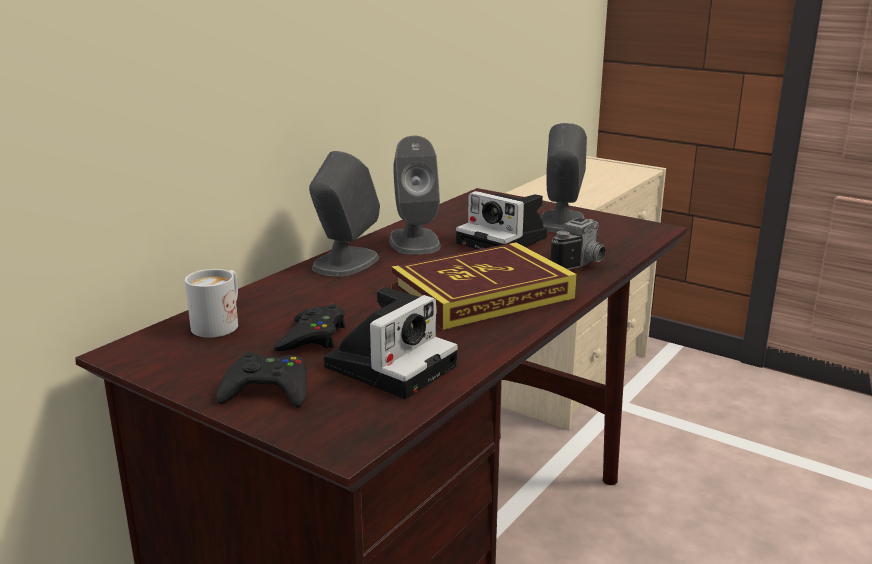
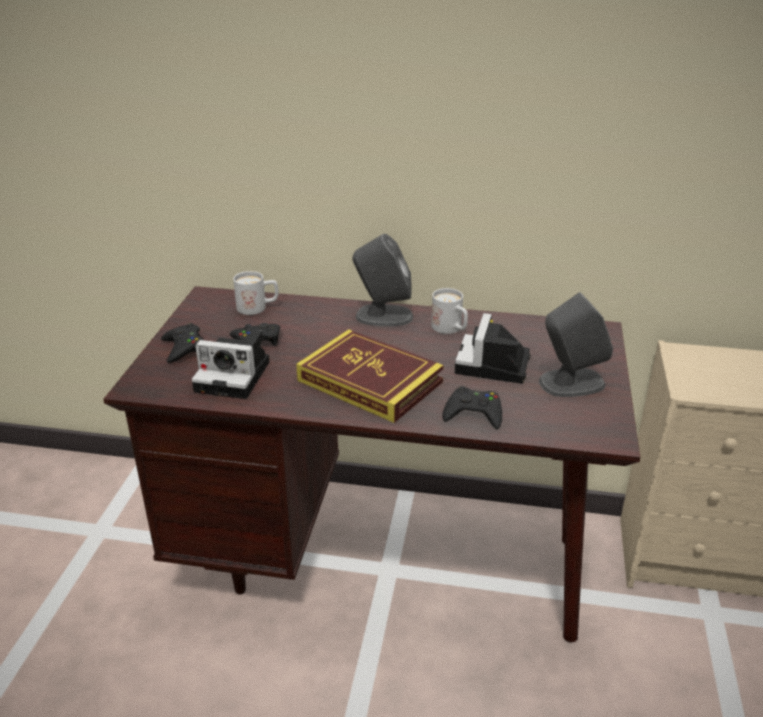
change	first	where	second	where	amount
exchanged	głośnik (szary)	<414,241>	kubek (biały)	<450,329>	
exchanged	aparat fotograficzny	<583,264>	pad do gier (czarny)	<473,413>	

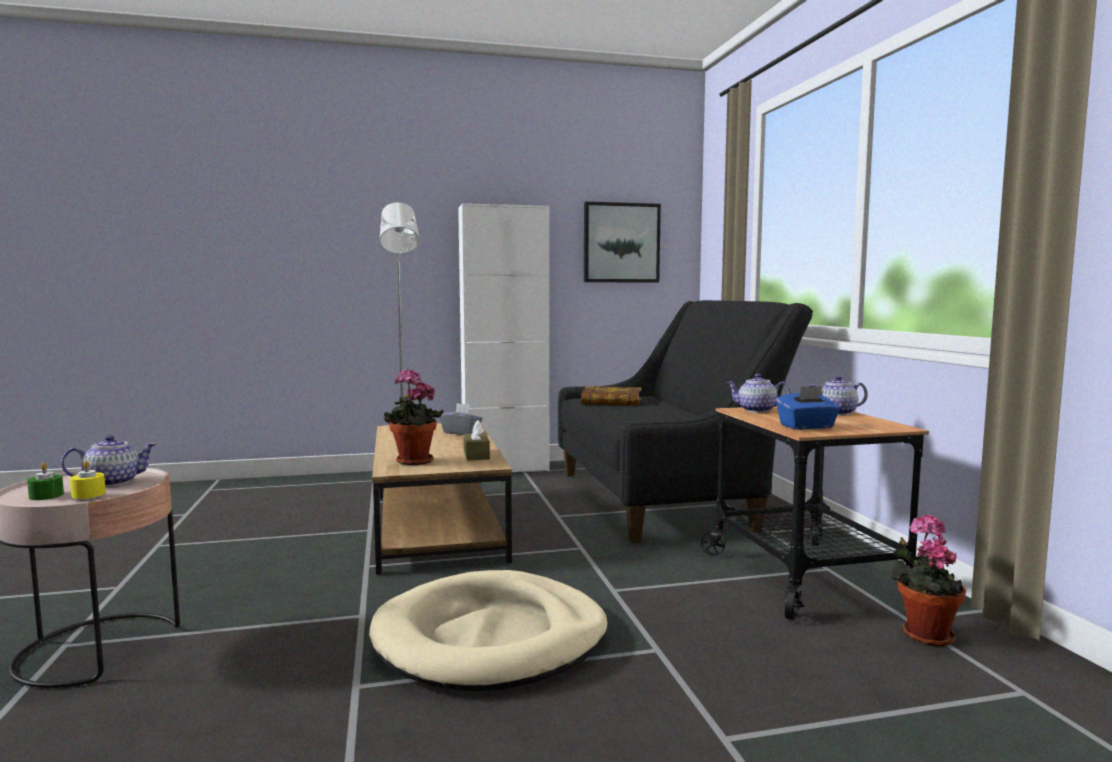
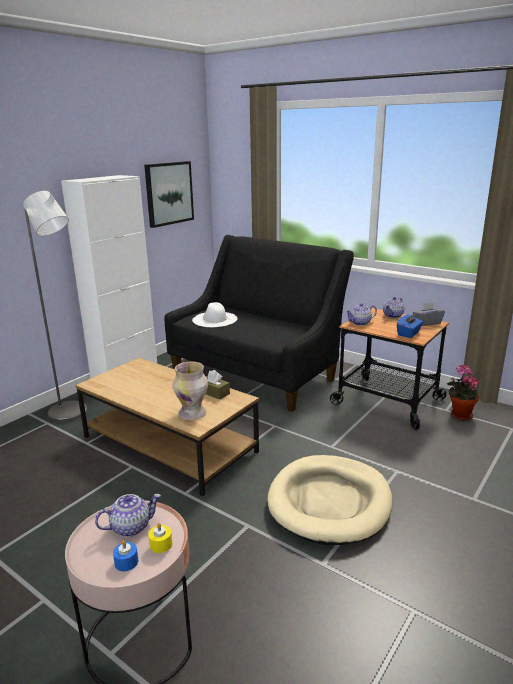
change	first	where	second	where	amount
relocated	pudełko chusteczek (szary)	<461,432>		<427,323>	
exchanged	roślina doniczkowa	<412,462>	wazon	<192,414>	
exchanged	książka	<611,402>	kapelusz (biały)	<214,319>	
colour	świeca (zielony)	<46,496>	świeca (niebieski)	<126,562>	
spun	imbryk	<113,482>		<131,527>	45 degrees clockwise

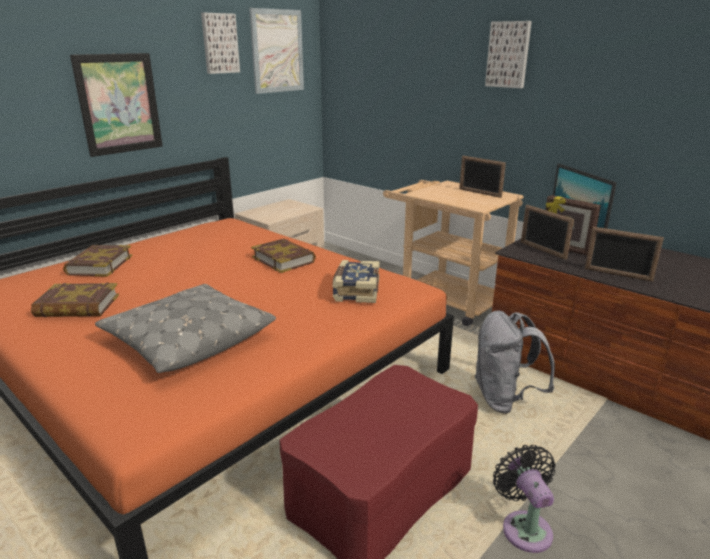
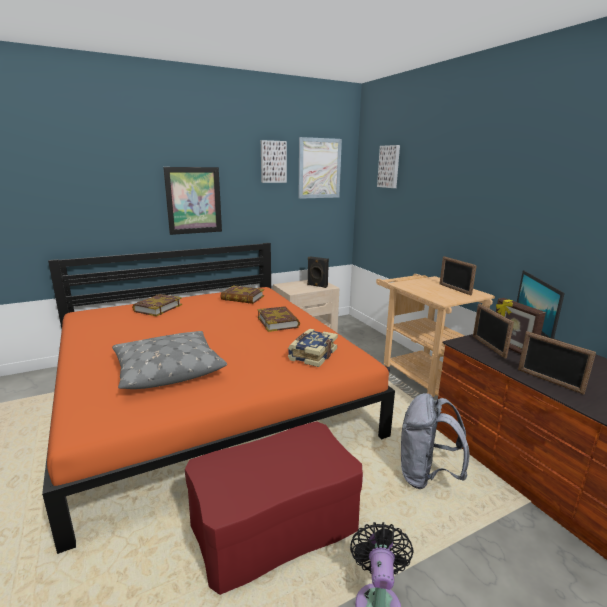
change	first	where	second	where	amount
appeared			głośnik (czarny)	<317,286>	
relocated	książka	<77,306>		<242,298>	
relocated	obraz	<508,54>		<389,166>	

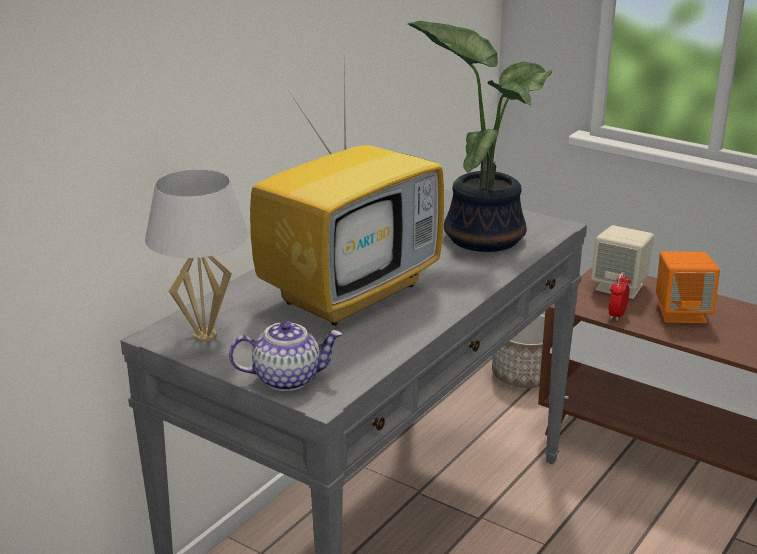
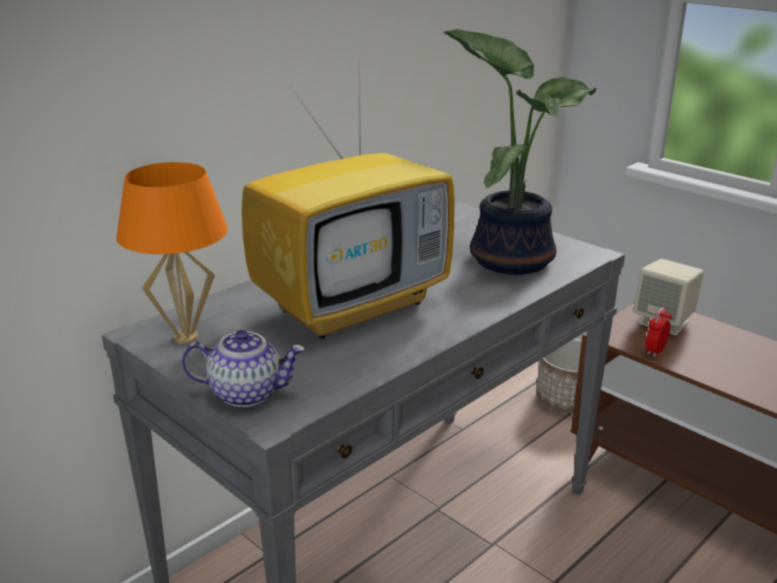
change	first	where	second	where	amount
missing	głośnik (pomarańczowy)	<682,313>			
colour	lampa stołowa (biały)	<204,336>	lampa stołowa (pomarańczowy)	<185,338>	

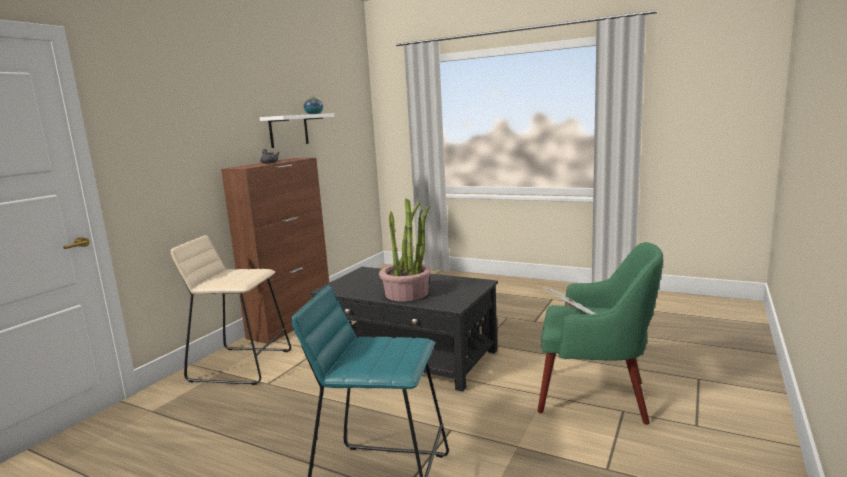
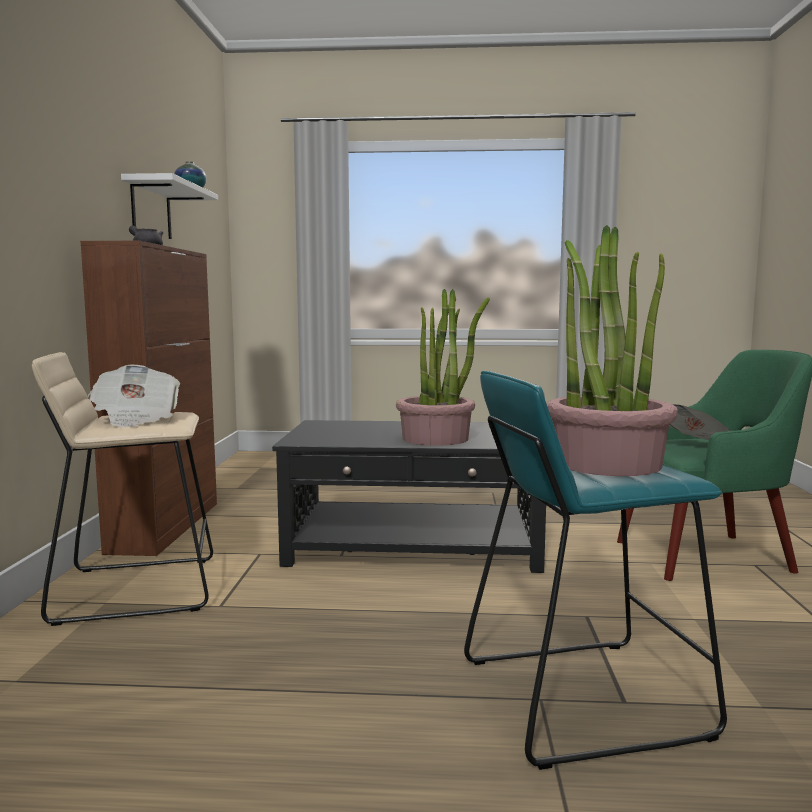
change	first	where	second	where	amount
appeared			gazeta	<136,419>	
appeared			roślina doniczkowa	<606,463>	

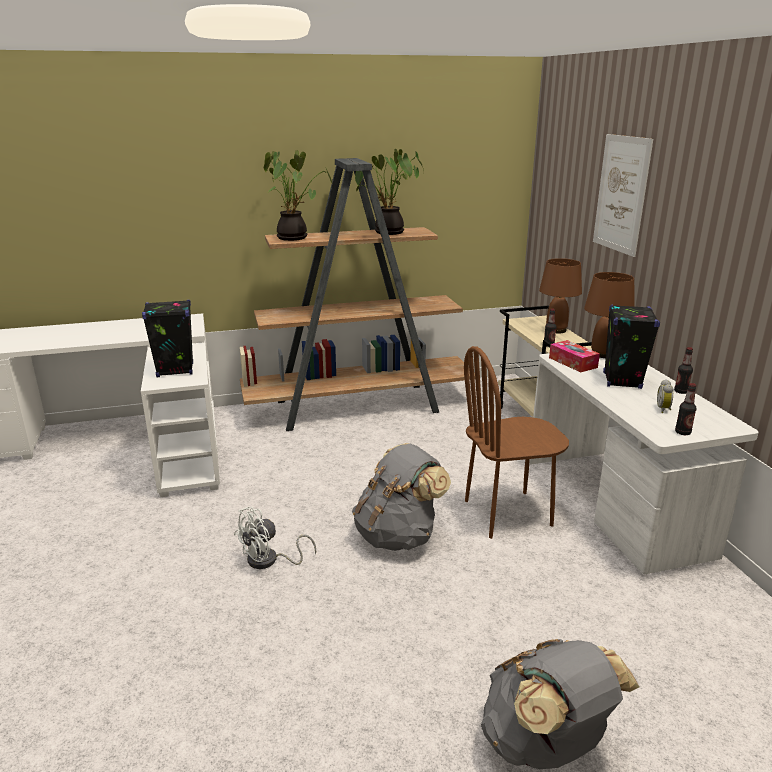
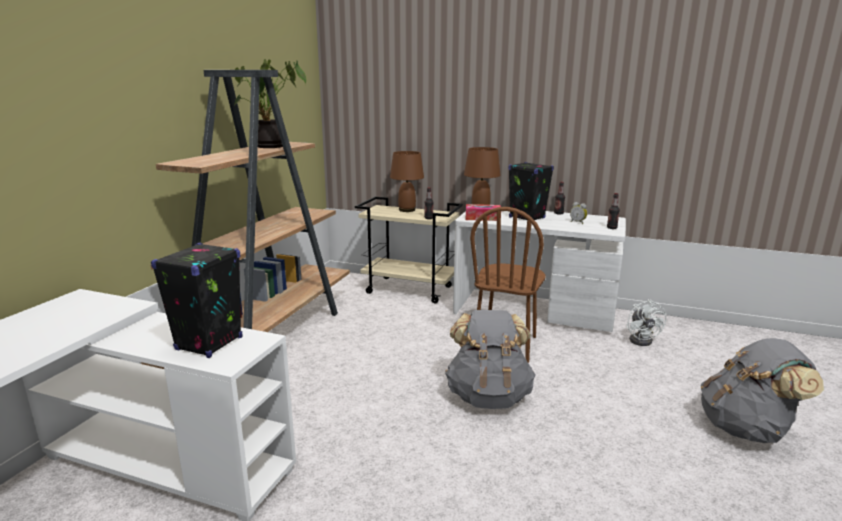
change	first	where	second	where	amount
missing	roślina doniczkowa	<295,237>			
missing	obraz	<621,194>			
relocated	wentylator (biały)	<269,561>		<642,339>	

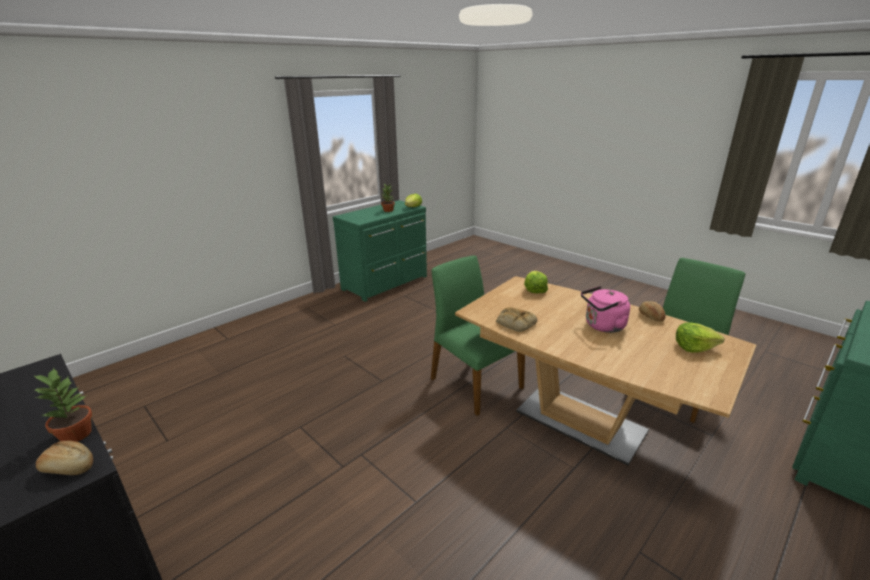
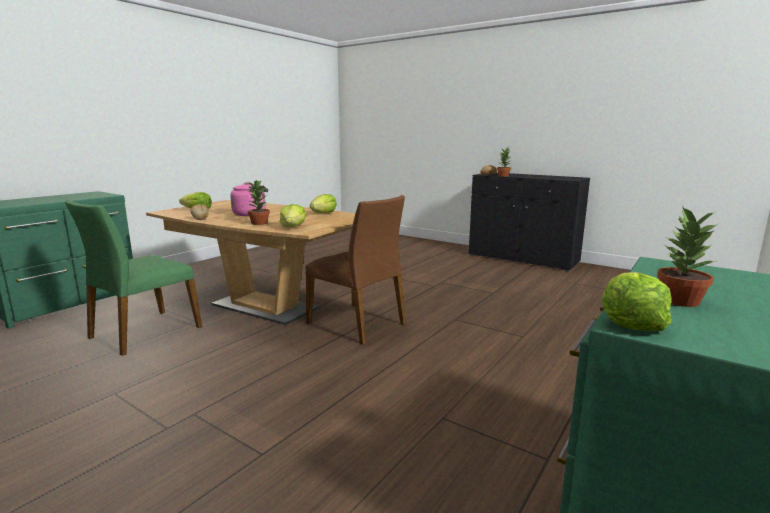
change	first	where	second	where	amount
appeared			roślina doniczkowa	<259,223>	
exchanged	chleb	<515,323>	sałata	<323,213>	
colour	krzesło (zielony)	<474,383>	krzesło (brązowy)	<357,323>	

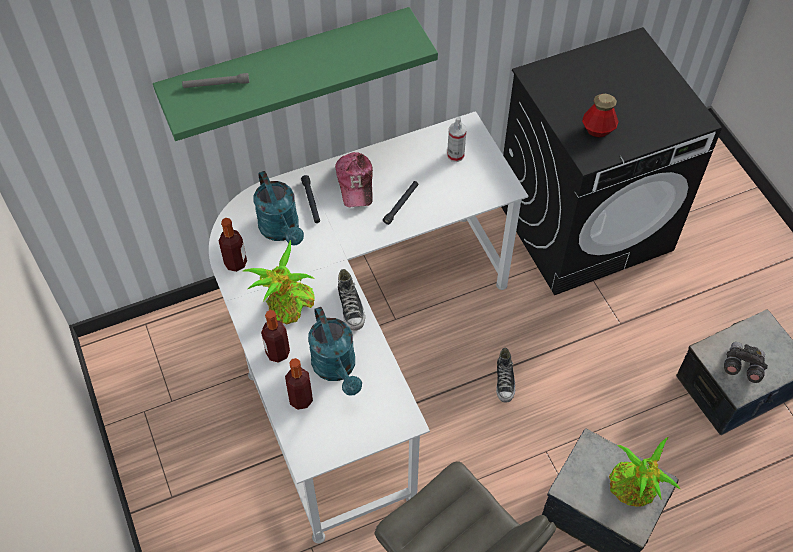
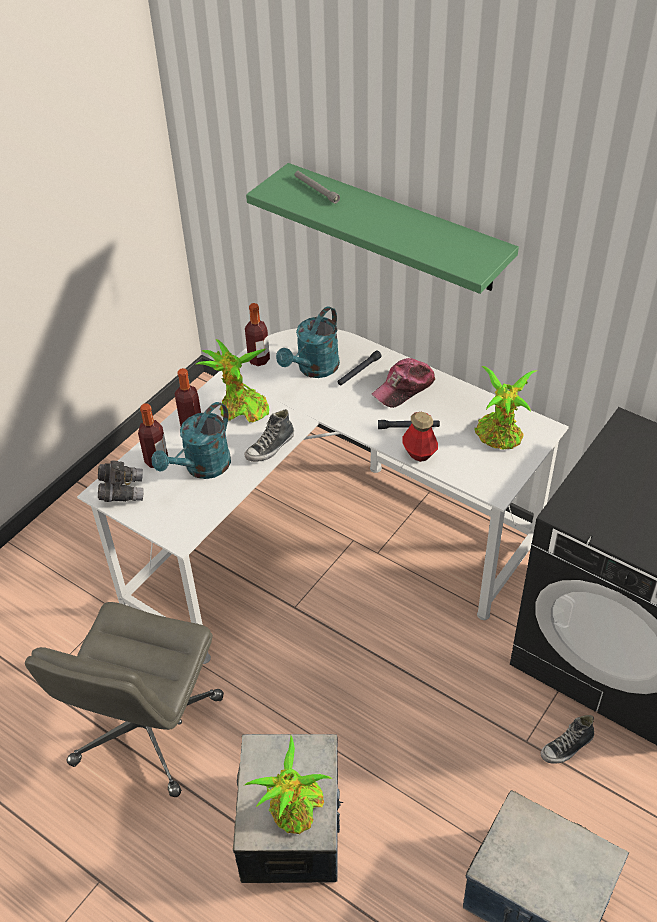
change	first	where	second	where	amount
relocated	but	<505,381>		<567,747>	
relocated	butelka	<598,130>		<419,453>	
relocated	lornetka (szary)	<742,367>		<122,491>	
exchanged	spryskiwacz	<455,155>	roślina doniczkowa	<500,437>	

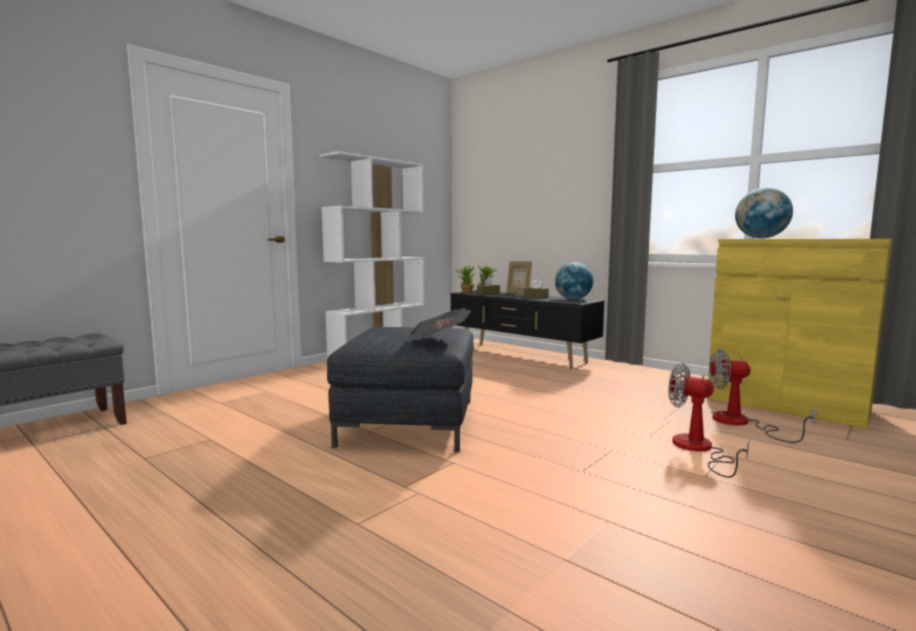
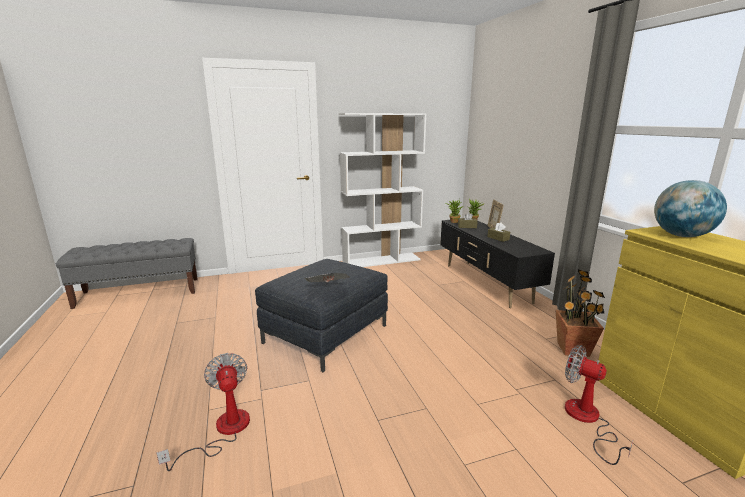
change	first	where	second	where	amount
missing	globus	<573,299>			
appeared			roślina doniczkowa	<573,349>	
relocated	wentylator	<698,449>		<223,431>	

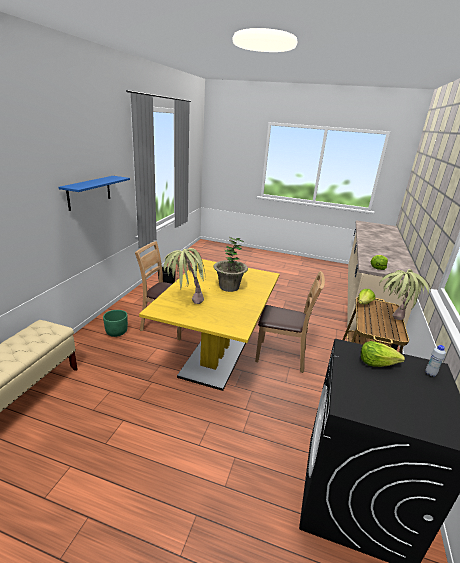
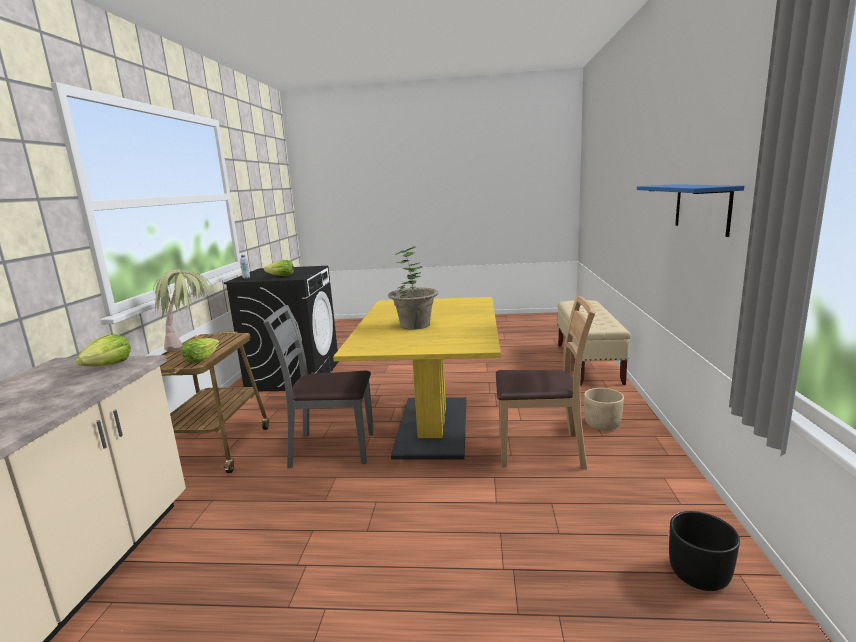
change	first	where	second	where	amount
missing	roślina doniczkowa	<184,304>			
colour	donica (zielony)	<116,332>	donica (beżowy)	<602,425>	
colour	krzesło (brązowy)	<282,355>	krzesło (szary)	<331,449>	

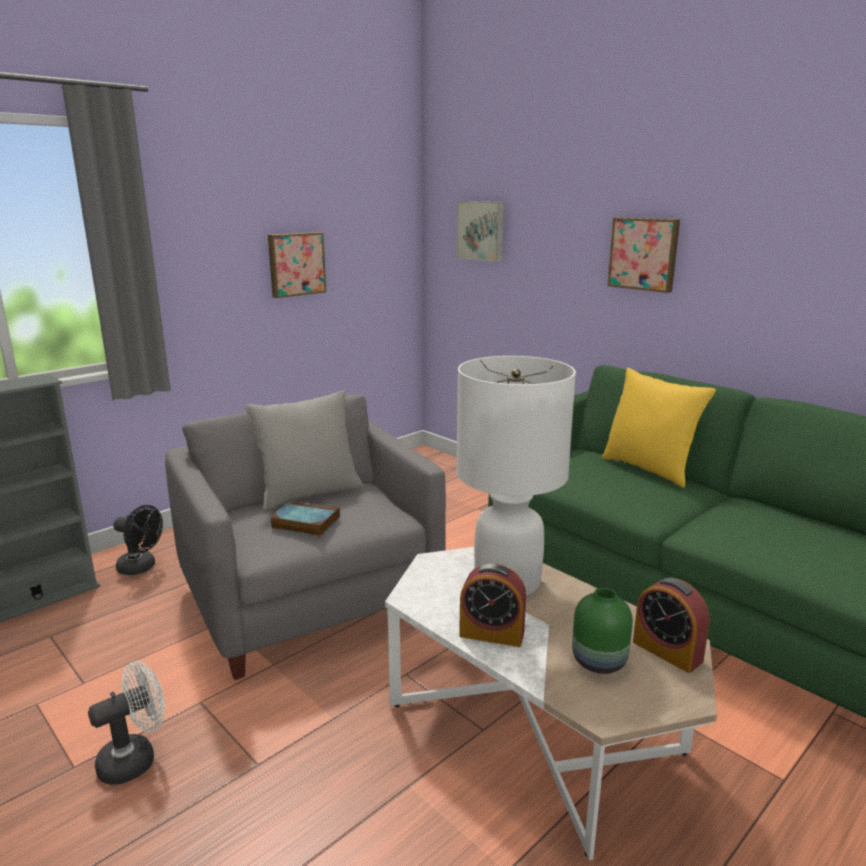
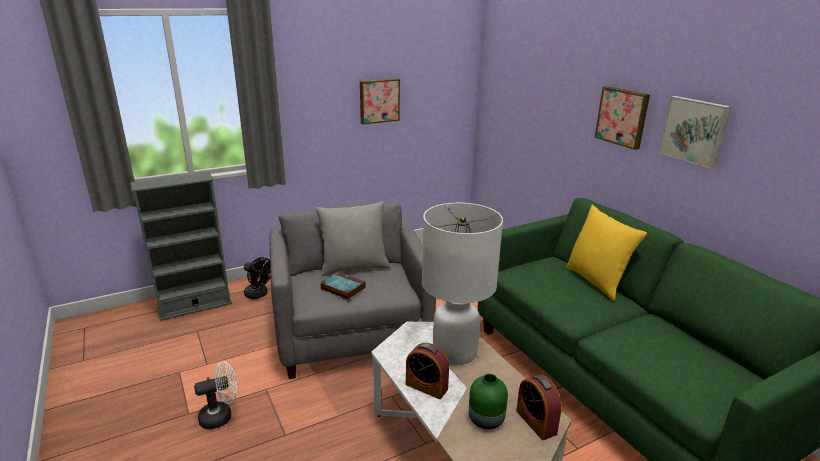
change	first	where	second	where	amount
relocated	obraz	<481,230>		<695,130>	

